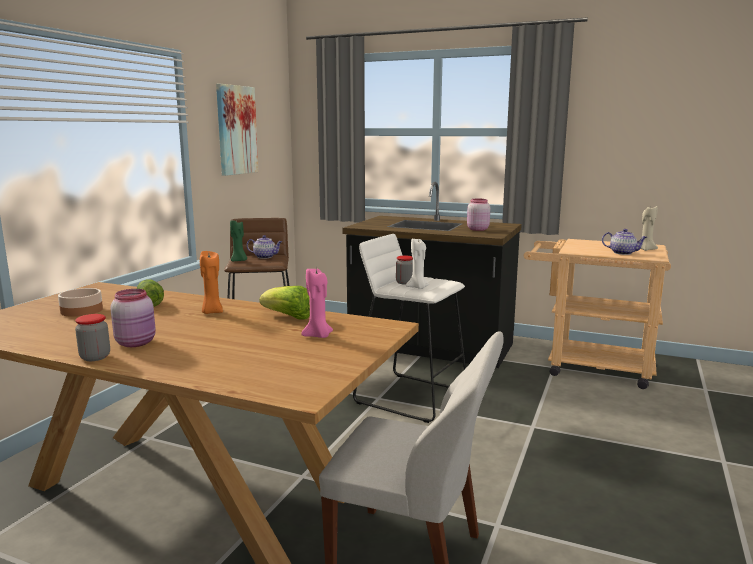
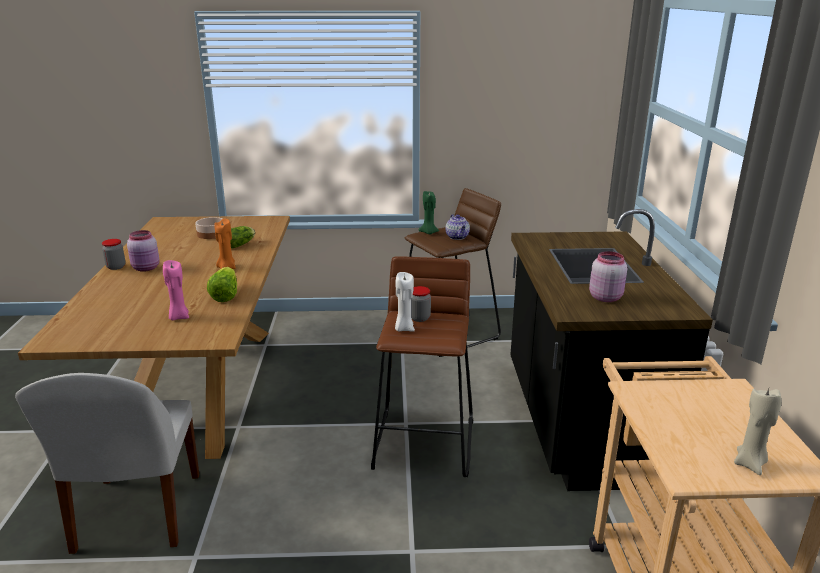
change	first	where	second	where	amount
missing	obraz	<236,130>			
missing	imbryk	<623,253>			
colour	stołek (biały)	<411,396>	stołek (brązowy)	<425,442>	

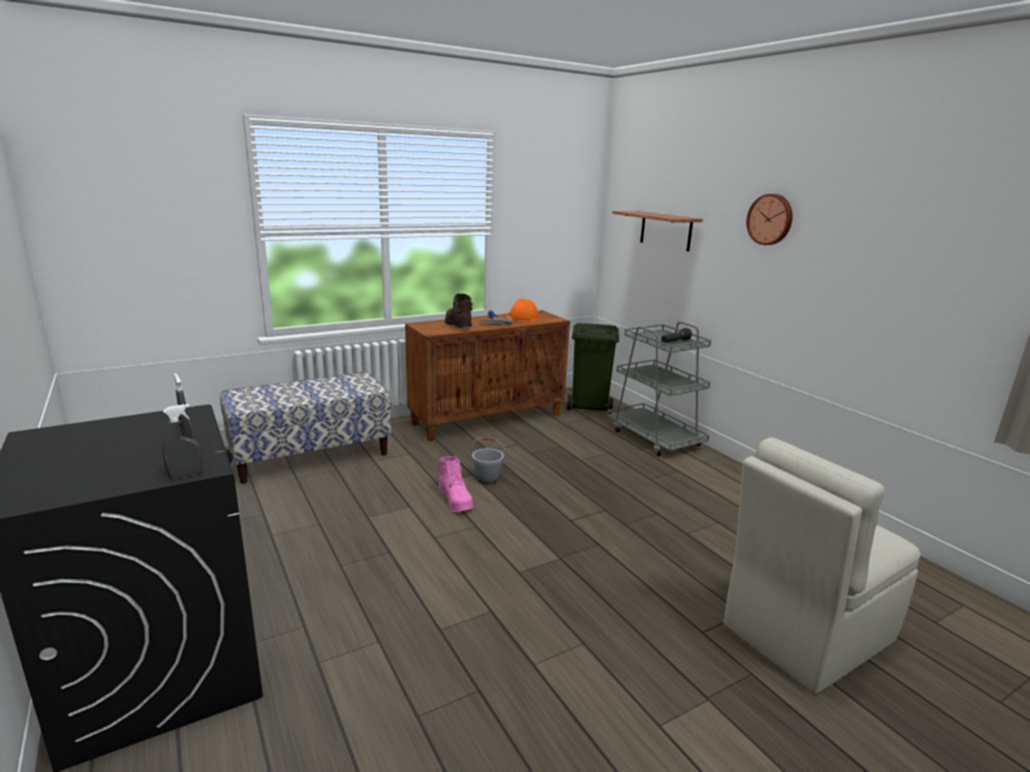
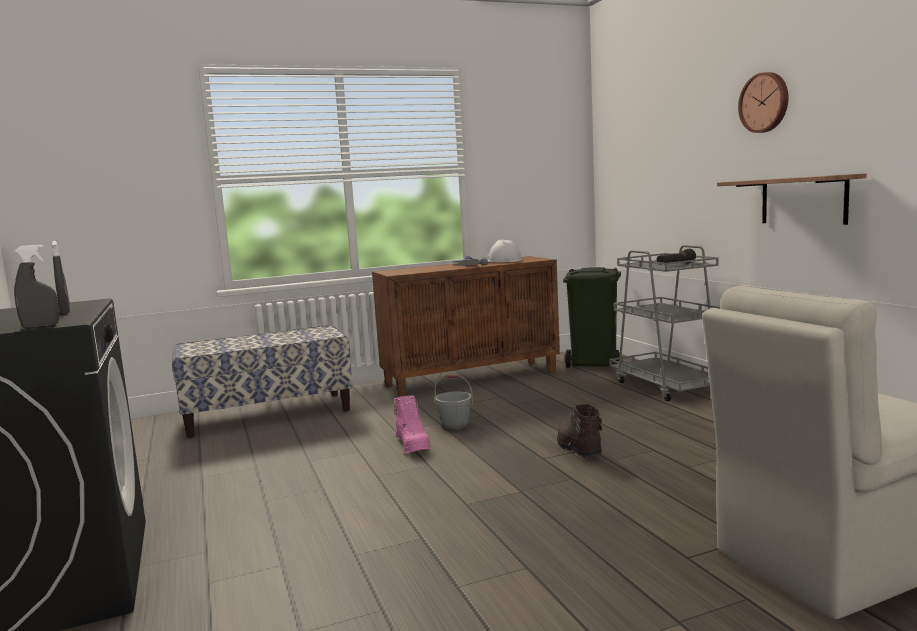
change	first	where	second	where	amount
relocated	but z cholewką (brązowy)	<457,325>		<578,449>	
relocated	półka	<665,230>		<803,200>	
colour	kask (pomarańczowy)	<522,317>	kask (biały)	<503,261>	

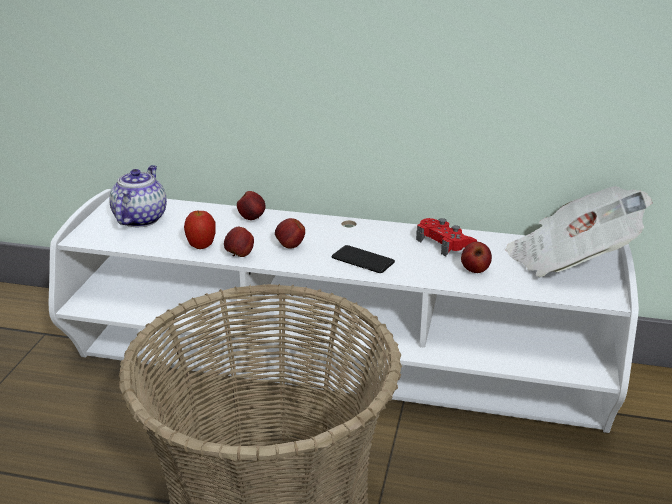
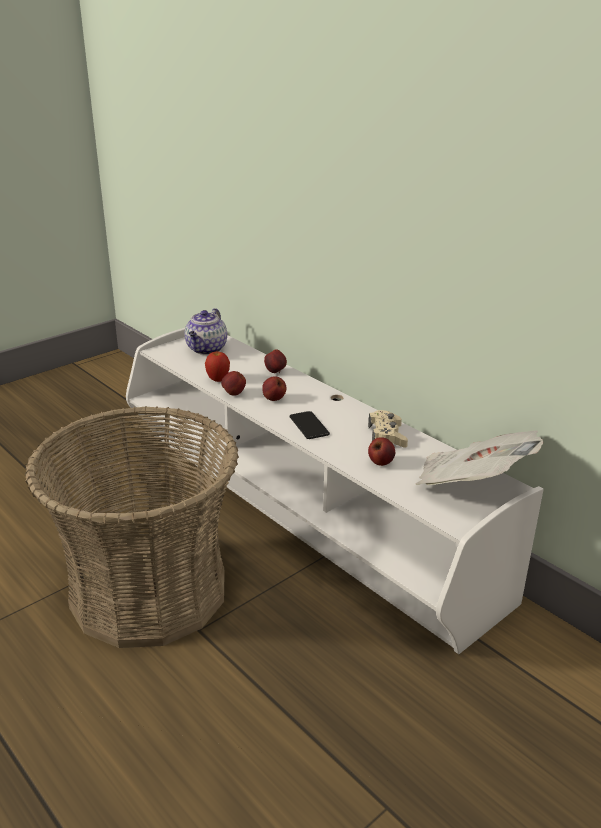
change	first	where	second	where	amount
colour	pad do gier (czerwony)	<445,243>	pad do gier (beżowy)	<387,435>	
spun	imbryk	<140,218>		<206,349>	150 degrees clockwise

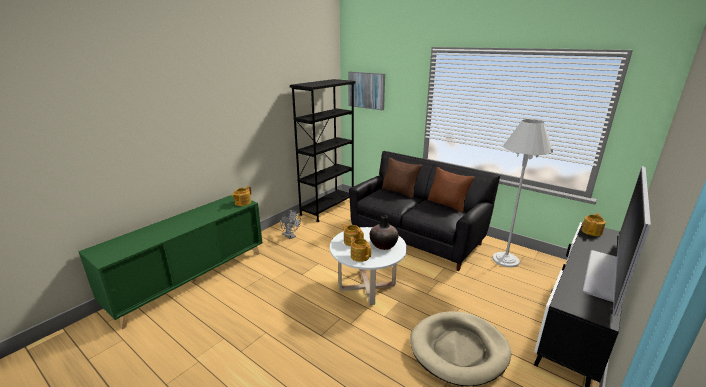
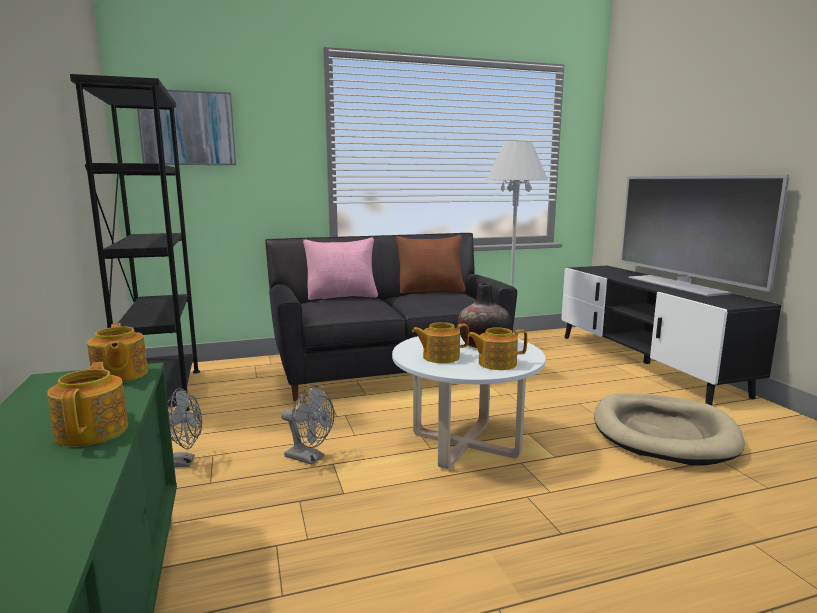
change	first	where	second	where	amount
appeared			wentylator (szary)	<309,458>	
relocated	imbryk	<592,231>		<93,430>	
colour	poduszka (brązowy)	<400,191>	poduszka (różowy)	<342,297>	

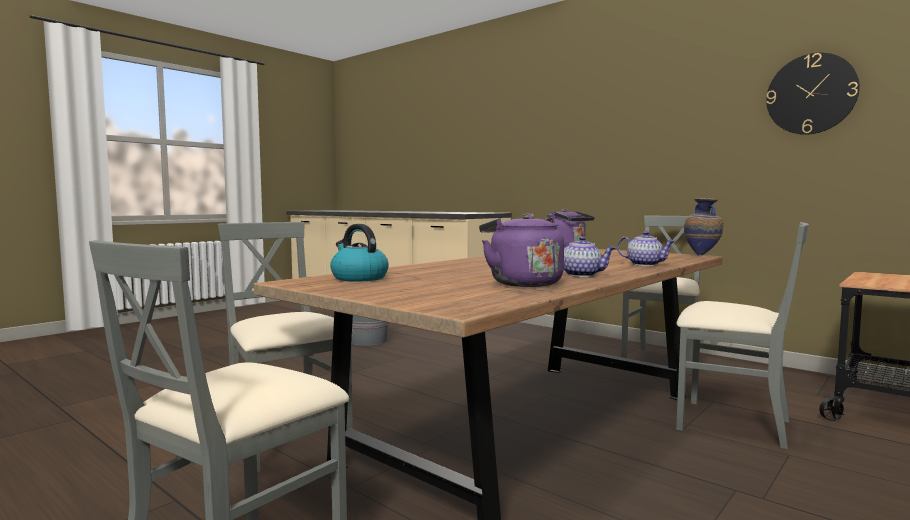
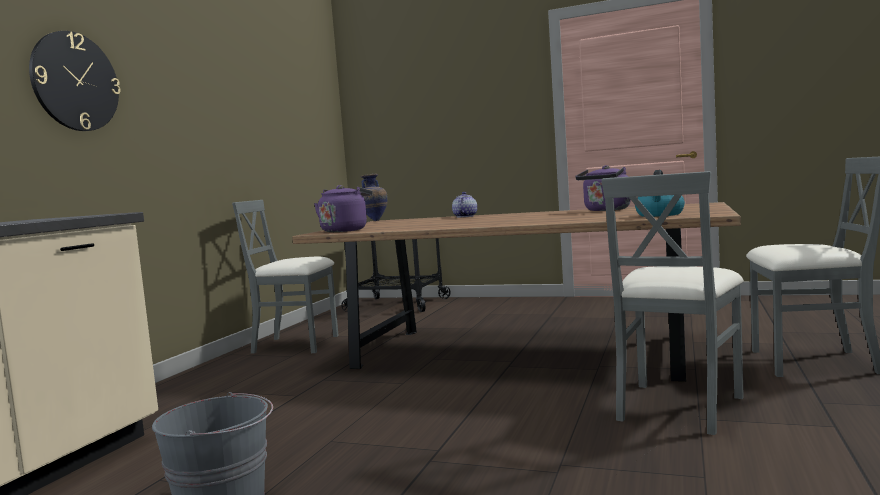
change	first	where	second	where	amount
missing	imbryk	<581,275>			
missing	krzesło (szary)	<731,423>			
relocated	zegar ścienny	<811,94>		<75,82>	

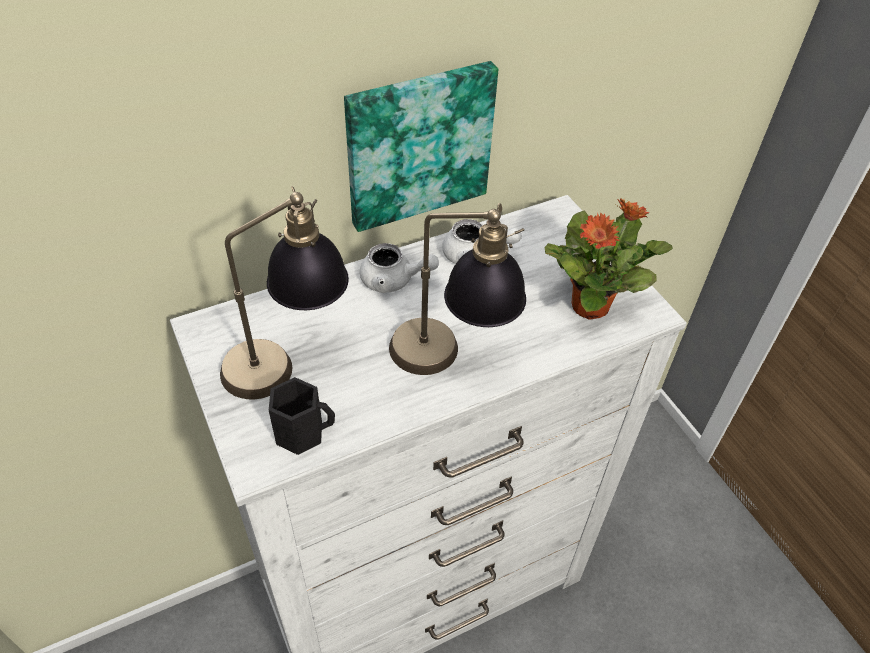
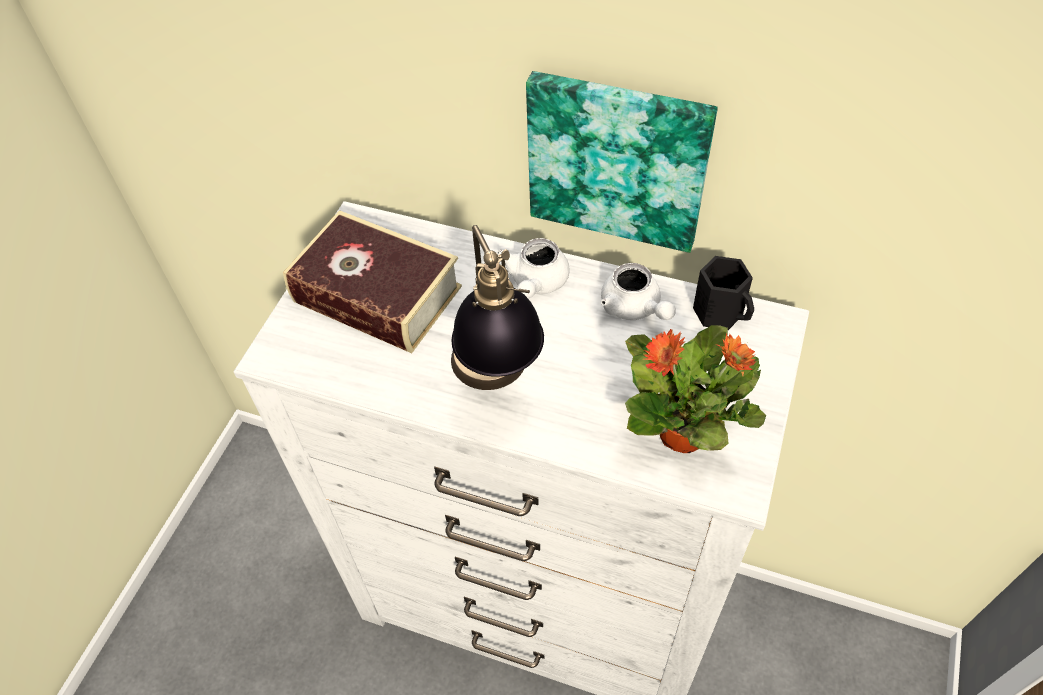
change	first	where	second	where	amount
relocated	kubek (czarny)	<301,431>		<720,311>	
exchanged	lampa stołowa	<288,363>	książka	<377,294>	
spun	imbryk (biały)	<394,280>		<536,283>	45 degrees clockwise

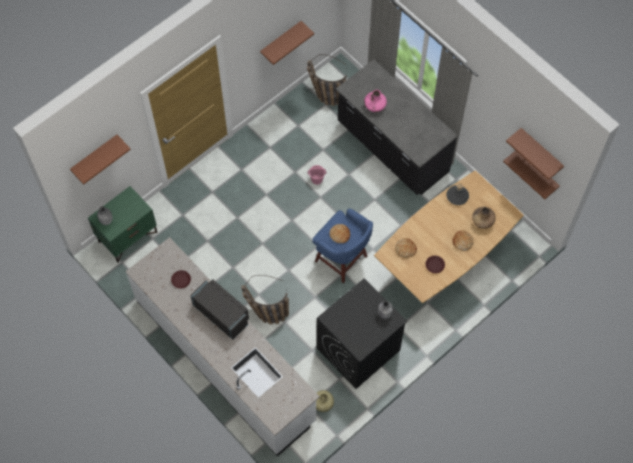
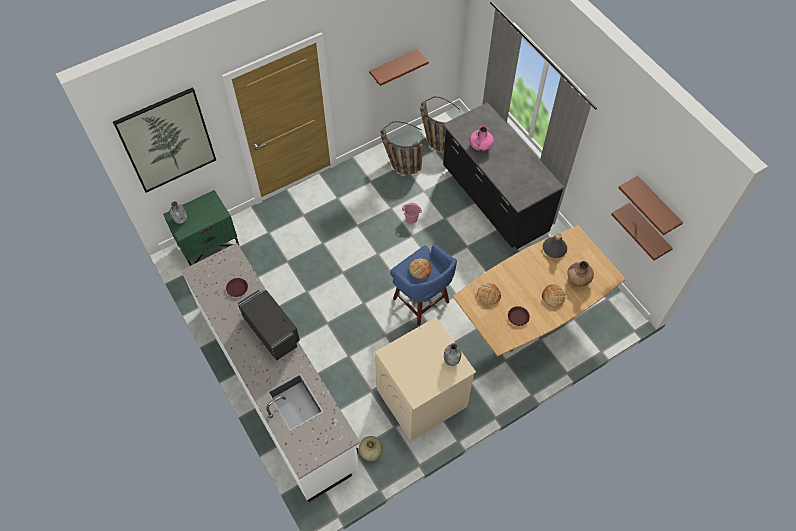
change	first	where	second	where	amount
relocated	koszyk	<264,312>		<399,165>	
exchanged	półka (brązowy)	<95,156>	obraz	<167,141>	
colour	pralka (czarny)	<358,350>	pralka (beżowy)	<421,398>	

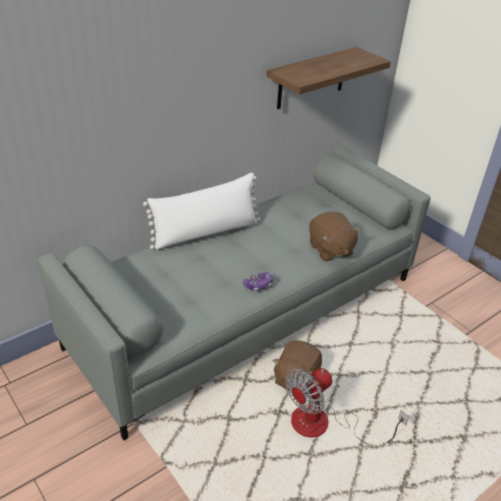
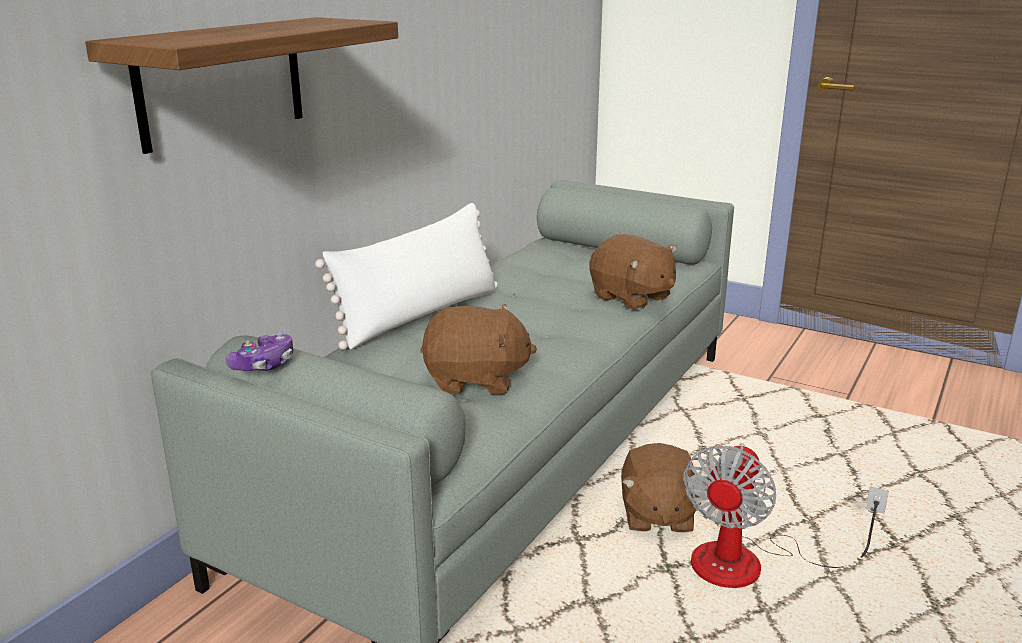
change	first	where	second	where	amount
appeared			pluszak (brązowy)	<476,380>	
relocated	pad do gier	<258,286>		<264,365>	
relocated	półka	<311,78>		<222,81>	

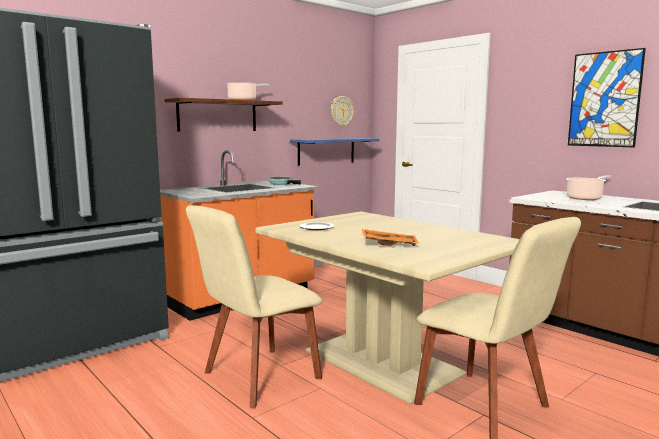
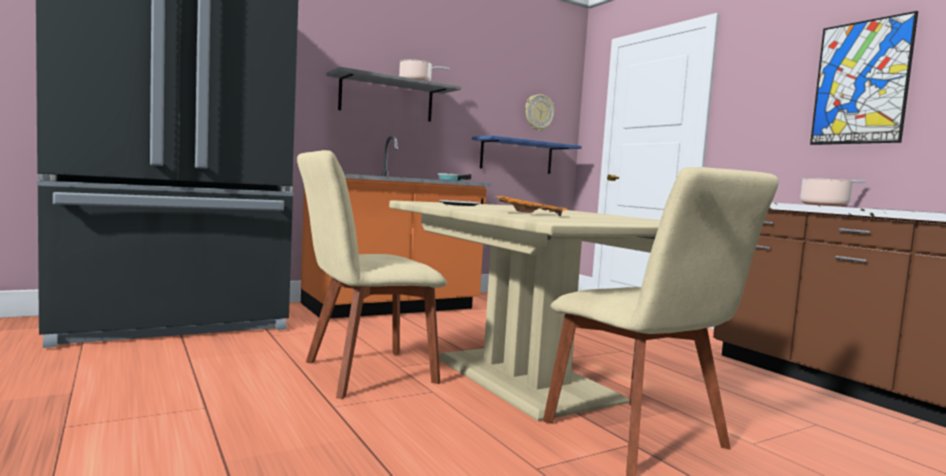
change	first	where	second	where	amount
colour	półka (brązowy)	<217,116>	półka (szary)	<387,99>	

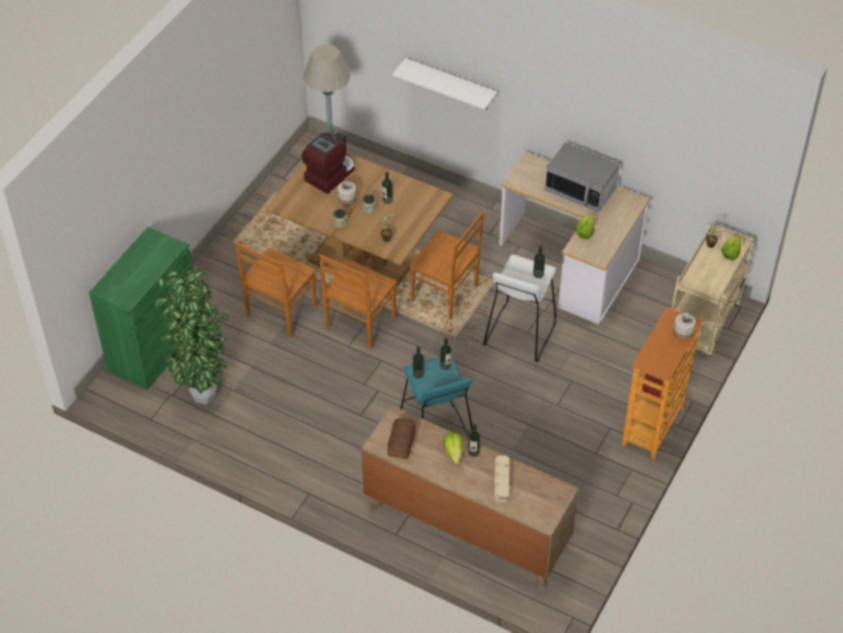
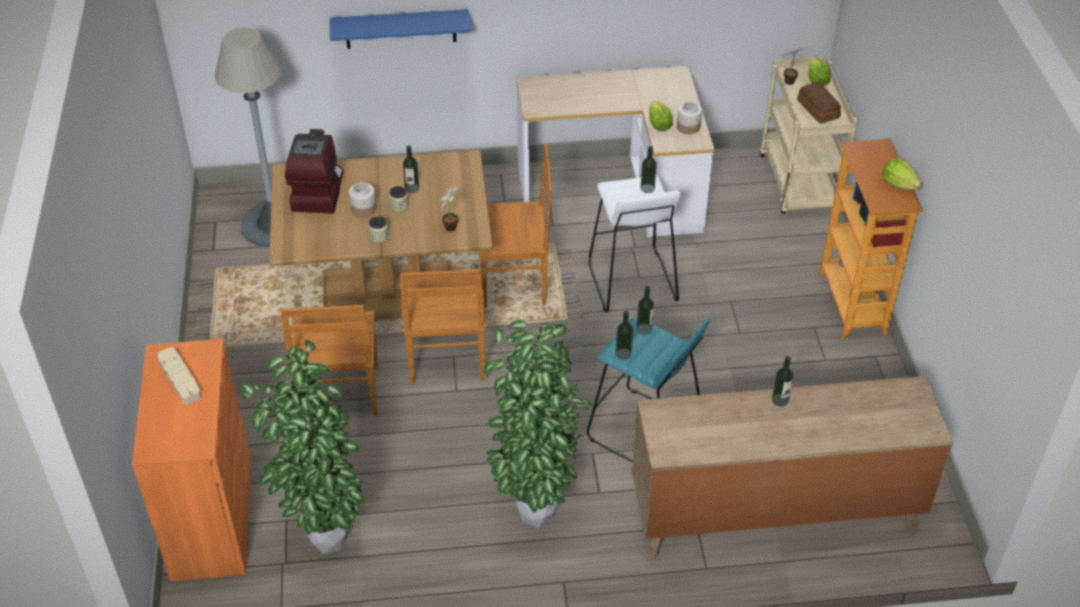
change	first	where	second	where	amount
missing	mikrofalówka	<580,190>			
appeared			roślina doniczkowa	<534,512>	
relocated	chleb	<400,443>		<817,110>	
relocated	sałata	<453,452>		<899,184>	
relocated	taca (beżowy)	<501,480>		<180,378>	
relocated	słoik	<683,333>		<688,127>	
colour	szafka (zielony)	<155,347>	szafka (pomarańczowy)	<212,517>	
colour	półka (biały)	<450,85>	półka (niebieski)	<400,29>	

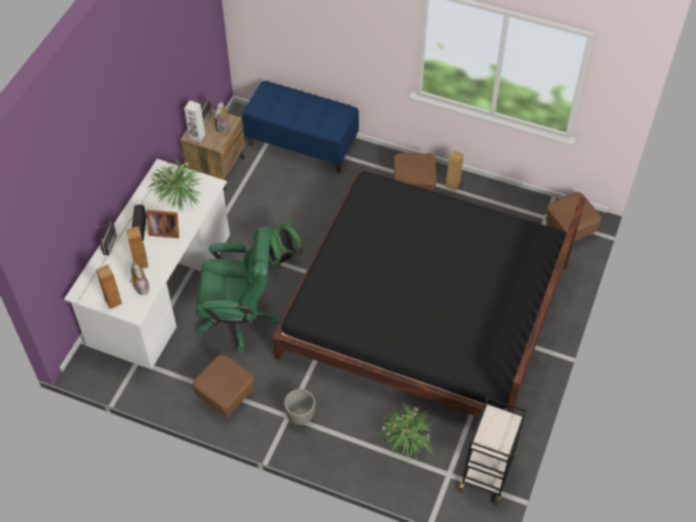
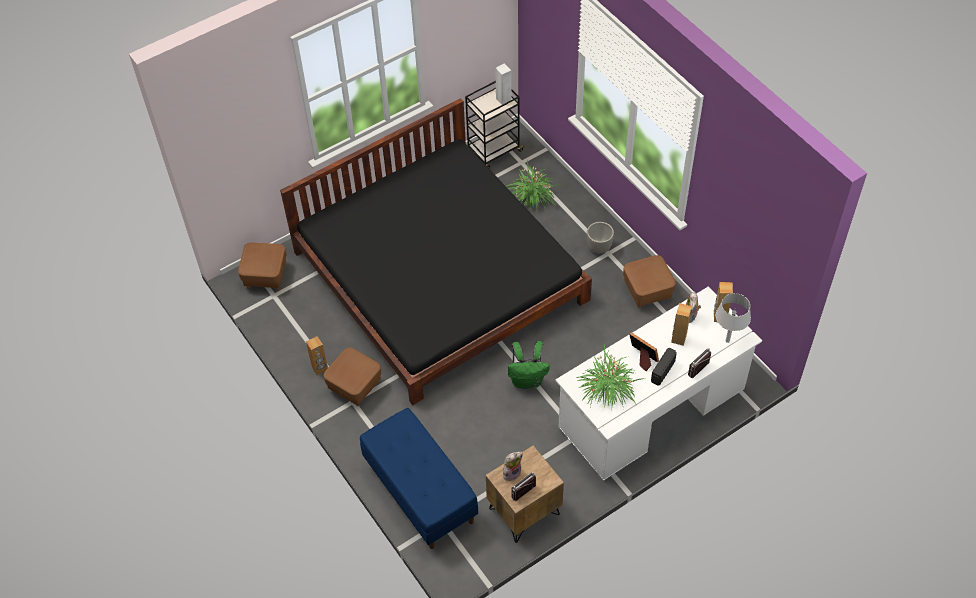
change	first	where	second	where	amount
missing	krzesło biurowe (zielony)	<238,318>			
appeared			lampa stołowa (szary)	<727,341>	
relocated	głośnik (biały)	<197,137>		<503,99>	

